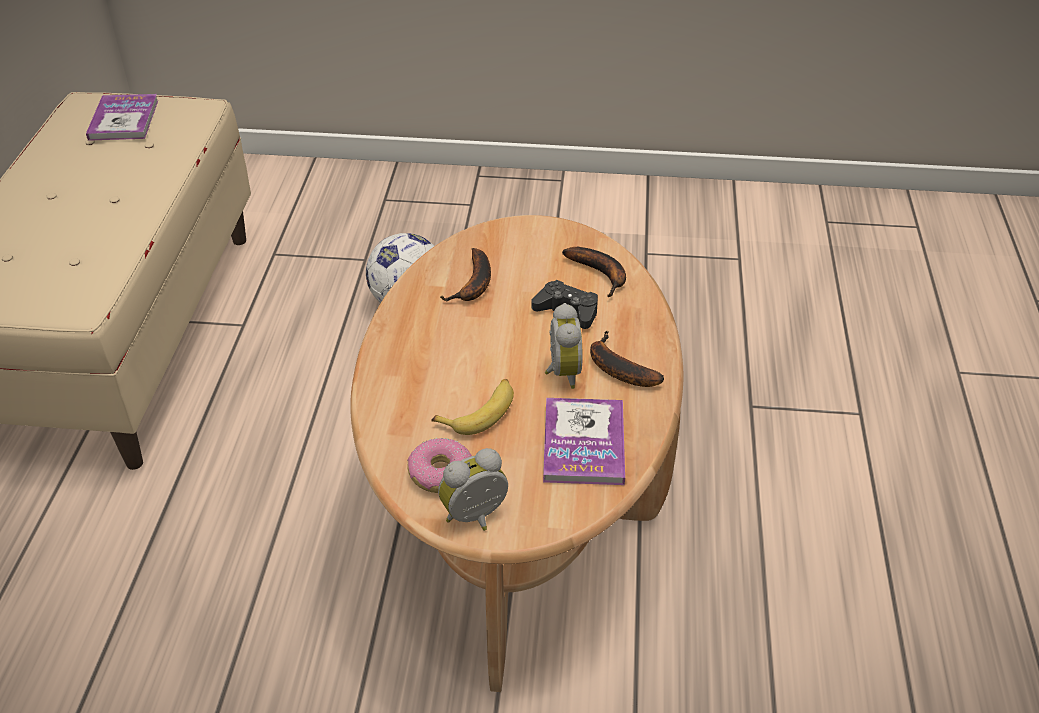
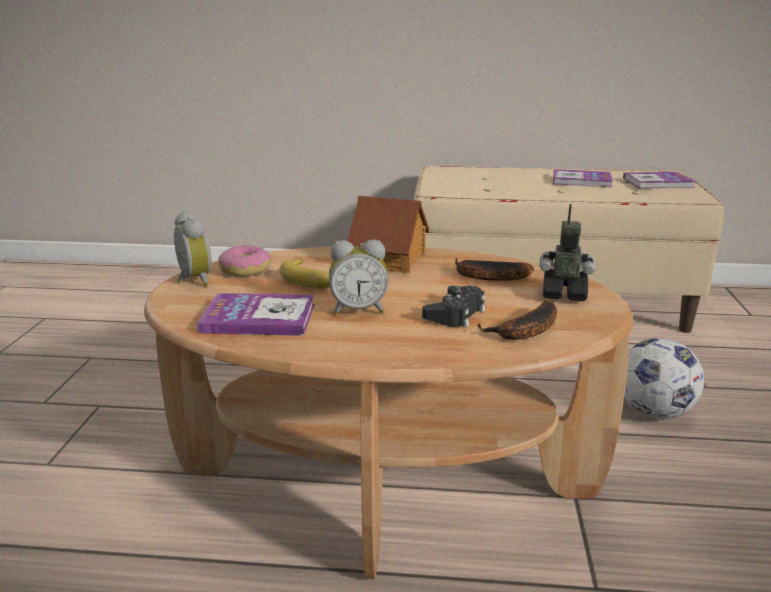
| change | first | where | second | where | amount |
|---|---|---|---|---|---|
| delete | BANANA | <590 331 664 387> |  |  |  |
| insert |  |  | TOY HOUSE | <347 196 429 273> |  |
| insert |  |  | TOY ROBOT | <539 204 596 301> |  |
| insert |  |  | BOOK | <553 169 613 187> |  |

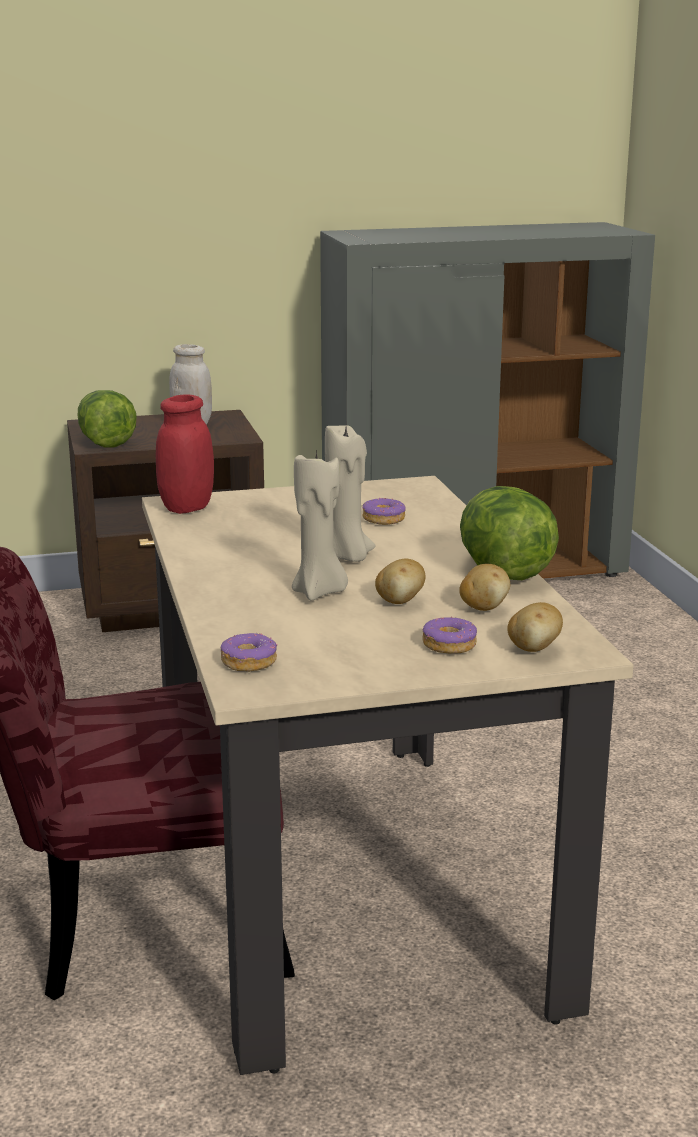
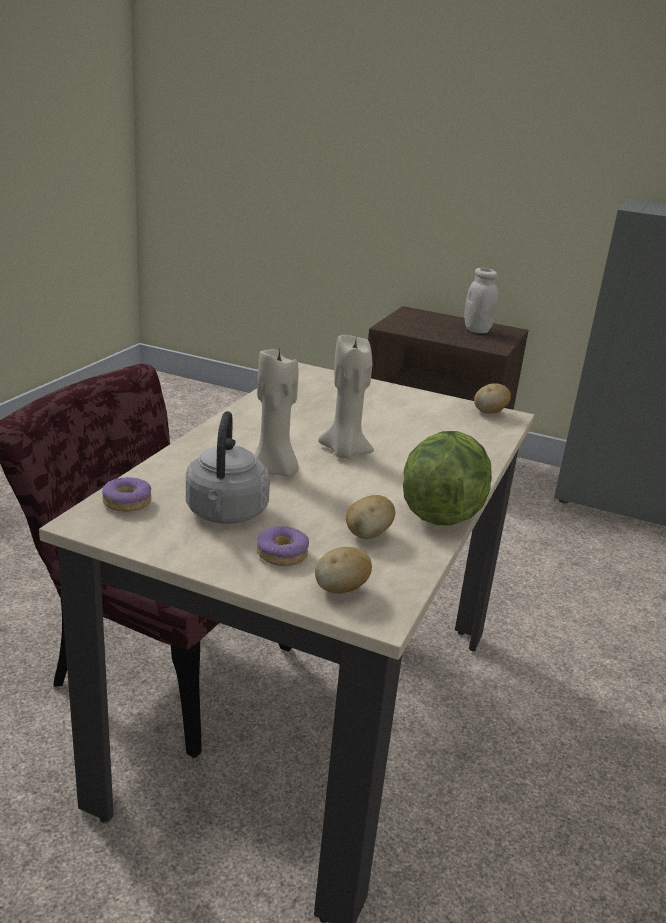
| change | first | where | second | where | amount |
|---|---|---|---|---|---|
| delete | LETTUCE | <78 390 136 448> |  |  |  |
| delete | RED JAR | <156 394 214 514> |  |  |  |
| delete | DONUT | <362 498 406 525> |  |  |  |
| move | POTATO | <375 559 426 604> |  | <474 383 511 414> |  |
| insert |  |  | GREY KETTLE | <186 411 270 524> |  |

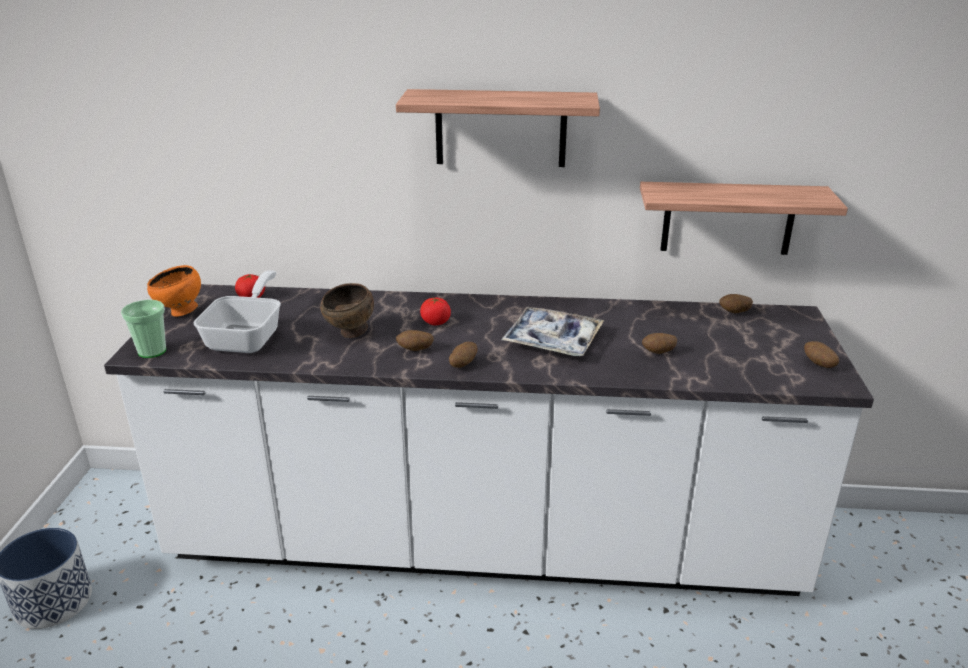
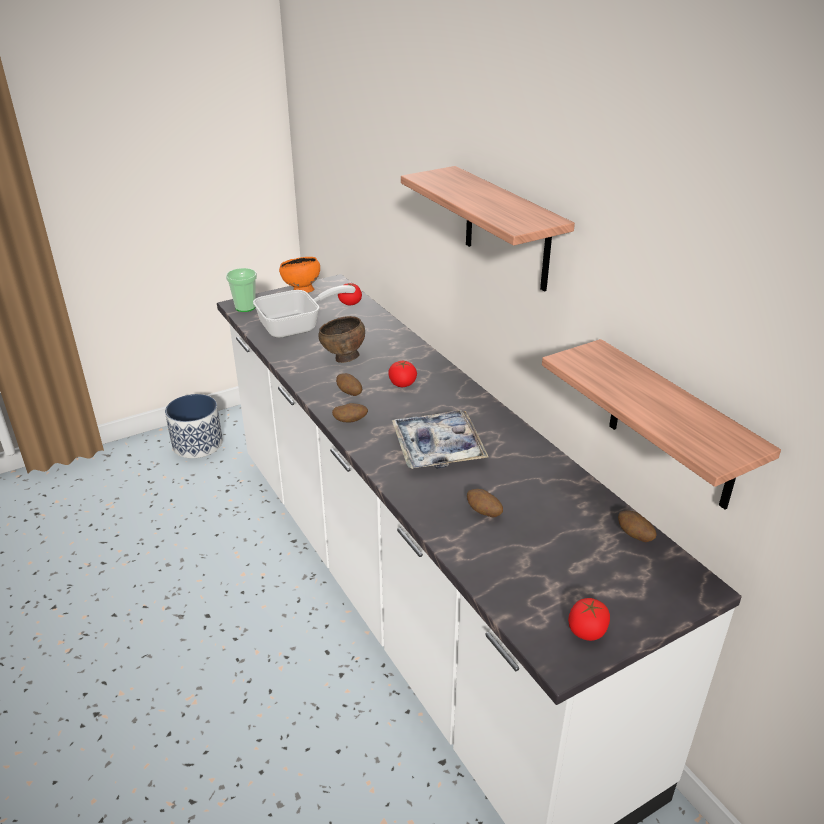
| change | first | where | second | where | amount |
|---|---|---|---|---|---|
| replace | POTATO | <804 341 839 368> | TOMATO | <568 598 610 641> |  |

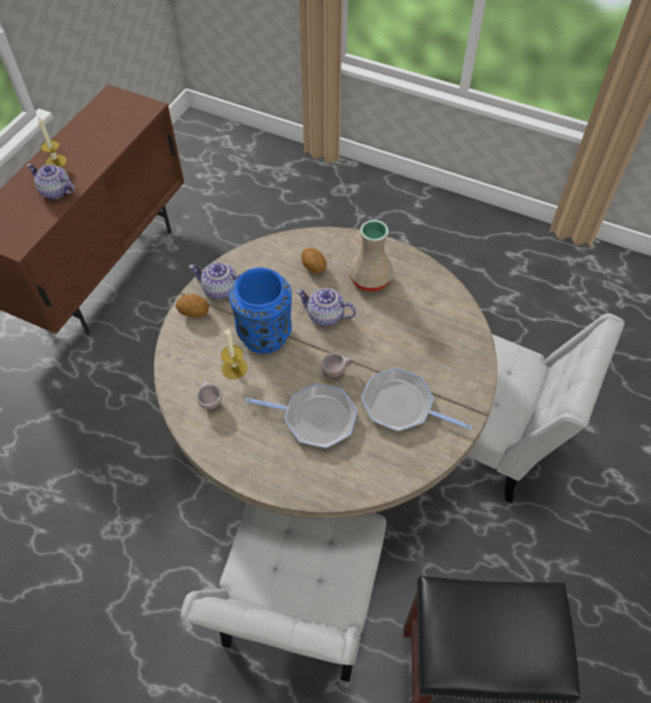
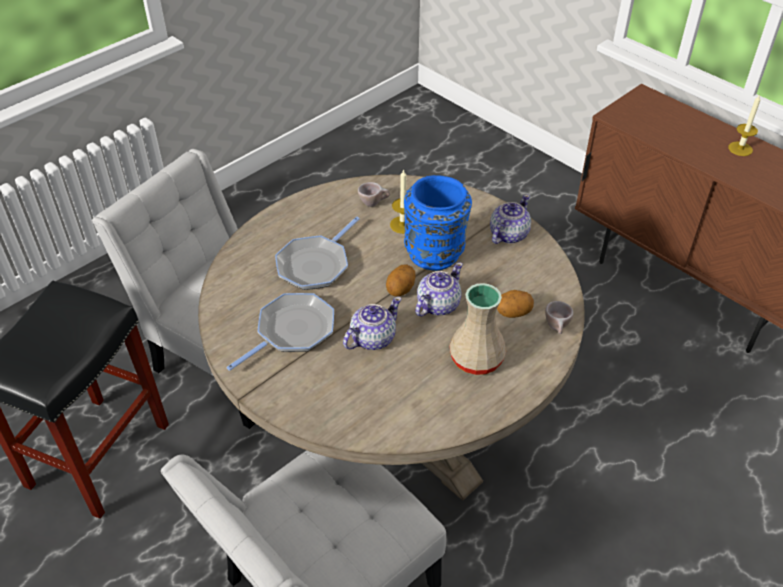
| change | first | where | second | where | amount |
|---|---|---|---|---|---|
| move | TEAPOT | <26 163 75 199> |  | <343 297 401 350> |  |
| move | POTATO | <176 294 209 318> |  | <386 265 415 296> |  |
| move | BEIGE CUP | <321 353 353 377> |  | <545 301 573 334> |  |

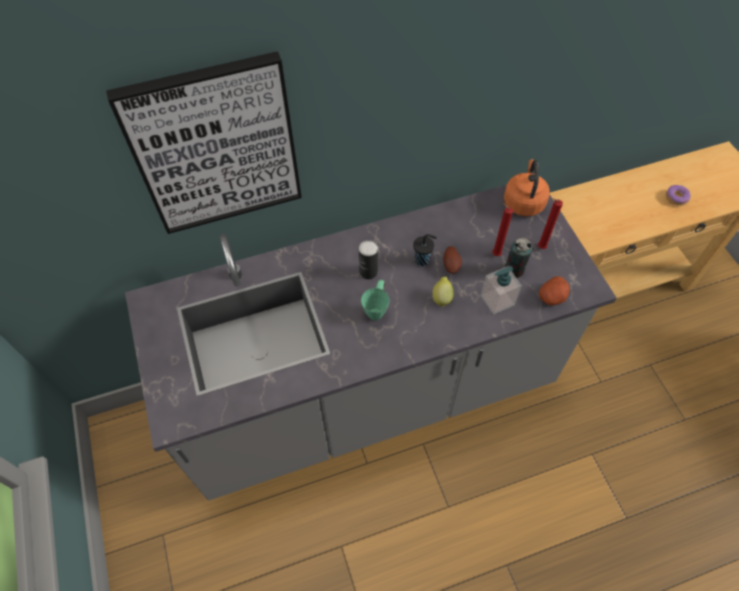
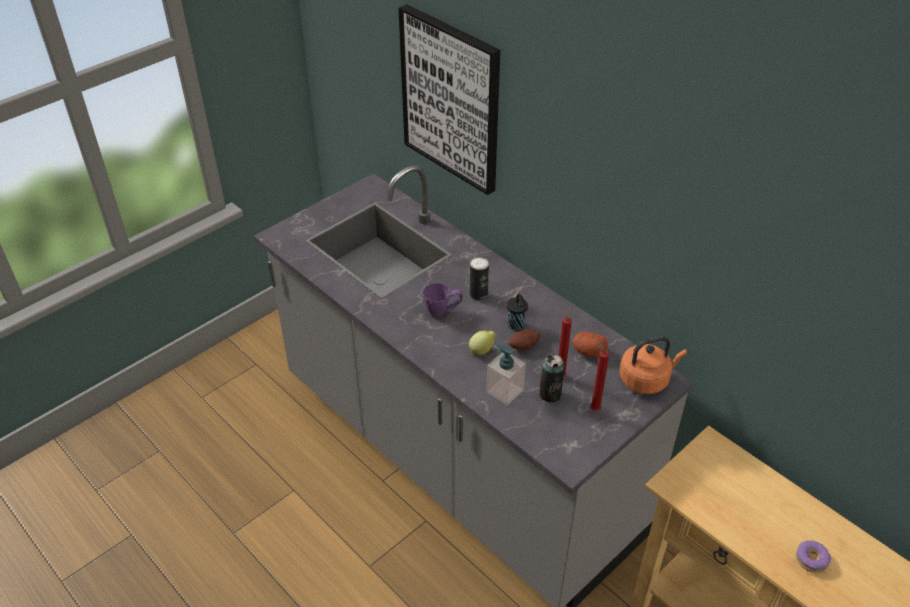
| change | first | where | second | where | amount |
|---|---|---|---|---|---|
| recolor | GREEN MUG | <361 280 389 320> | PURPLE MUG | <423 283 463 317> |  |
| move | POTATO | <539 276 570 305> |  | <573 332 608 357> |  |

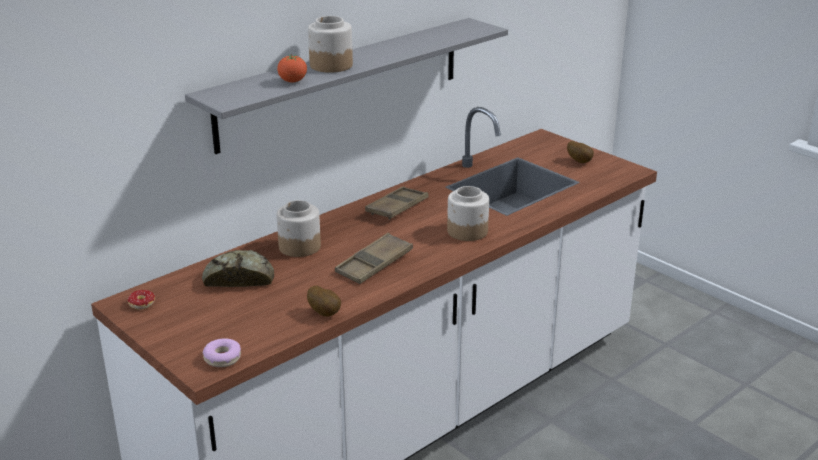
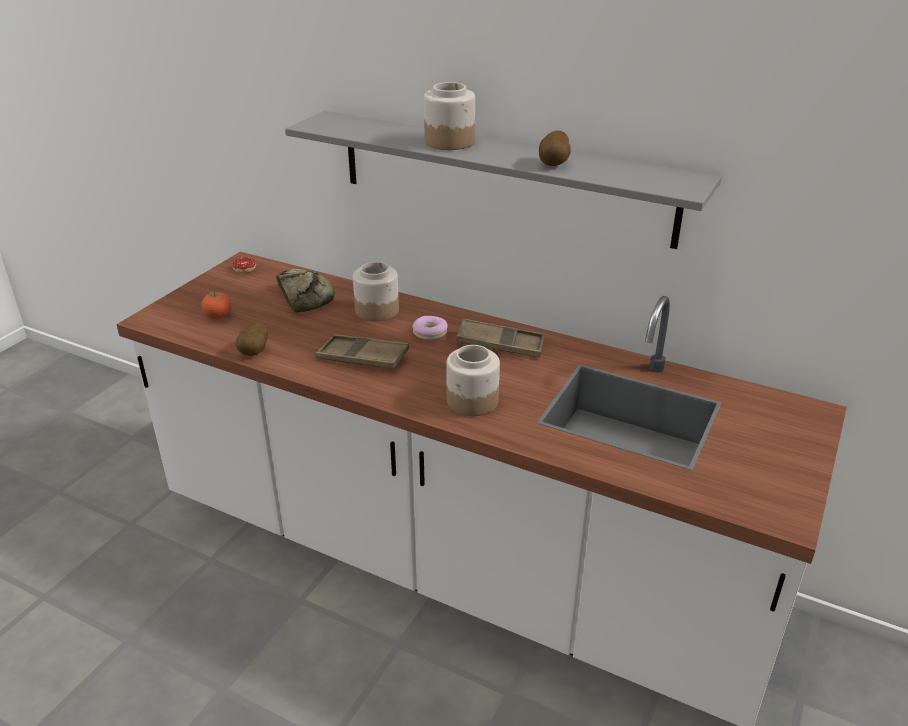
| change | first | where | second | where | amount |
|---|---|---|---|---|---|
| move | DONUT | <203 338 241 367> |  | <413 316 448 340> |  |
| move | TOMATO | <277 54 307 82> |  | <201 292 232 319> |  |
| move | POTATO | <567 141 594 163> |  | <539 130 571 166> |  |

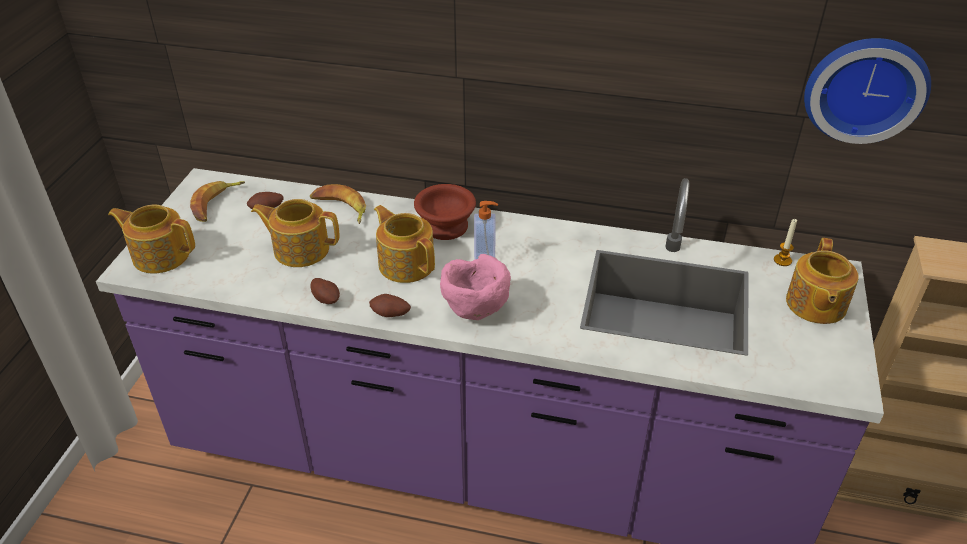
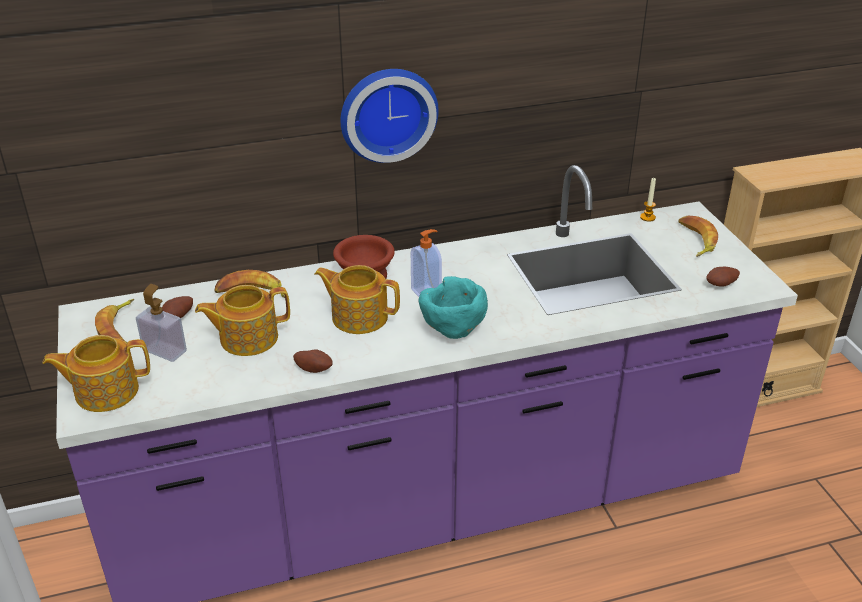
| change | first | where | second | where | amount |
|---|---|---|---|---|---|
| move | POTATO | <369 294 411 317> |  | <706 267 740 287> |  |
| recolor | PINK BOWL | <440 254 511 320> | TURQUOISE BOWL | <418 276 488 339> |  |
| replace | TEAPOT | <786 238 859 324> | BANANA | <679 216 718 257> |  |
| move | WALL CLOCK | <804 38 931 144> |  | <341 69 439 163> |  |
| insert |  |  | SOAP DISPENSER | <136 284 187 362> |  |

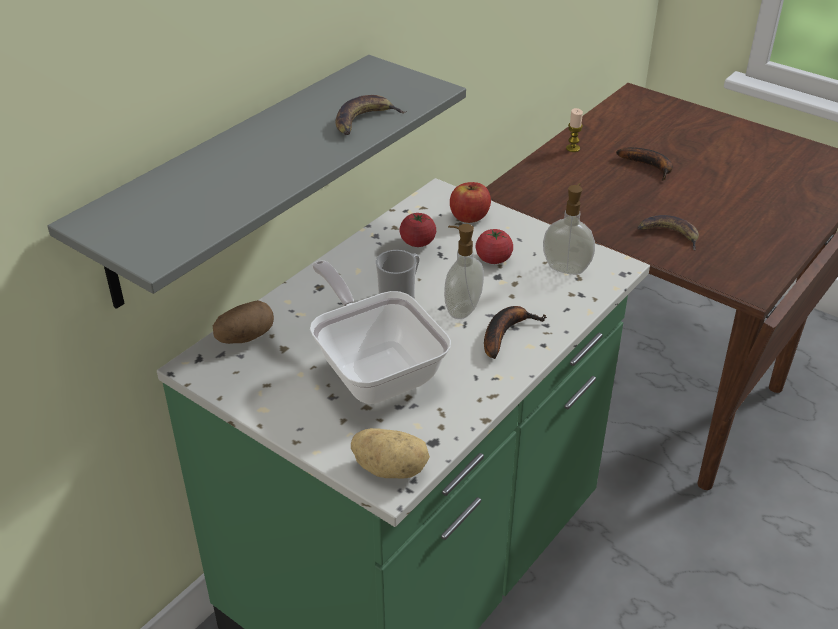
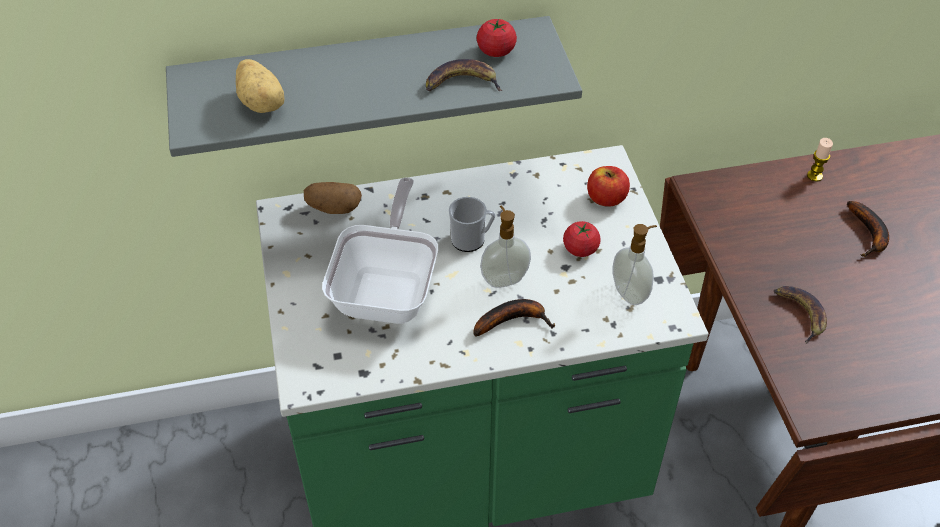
| change | first | where | second | where | amount |
|---|---|---|---|---|---|
| move | POTATO | <351 428 430 479> |  | <236 59 284 113> |  |
| move | TOMATO | <400 213 436 247> |  | <477 19 517 57> |  |

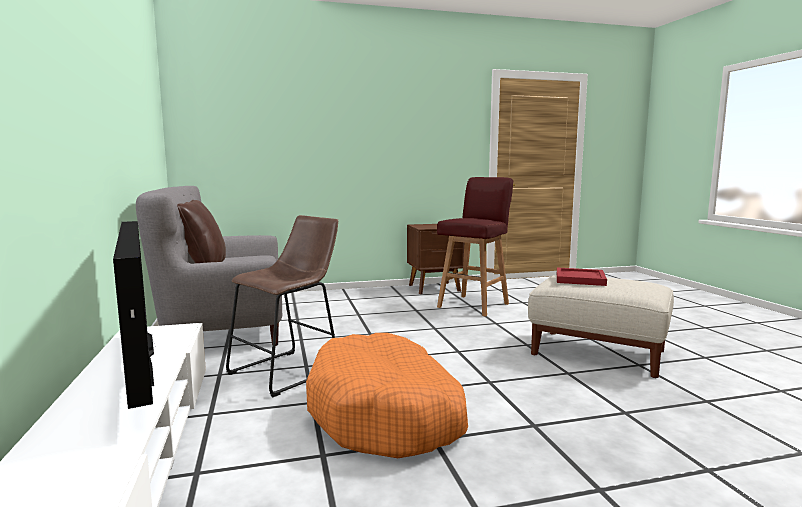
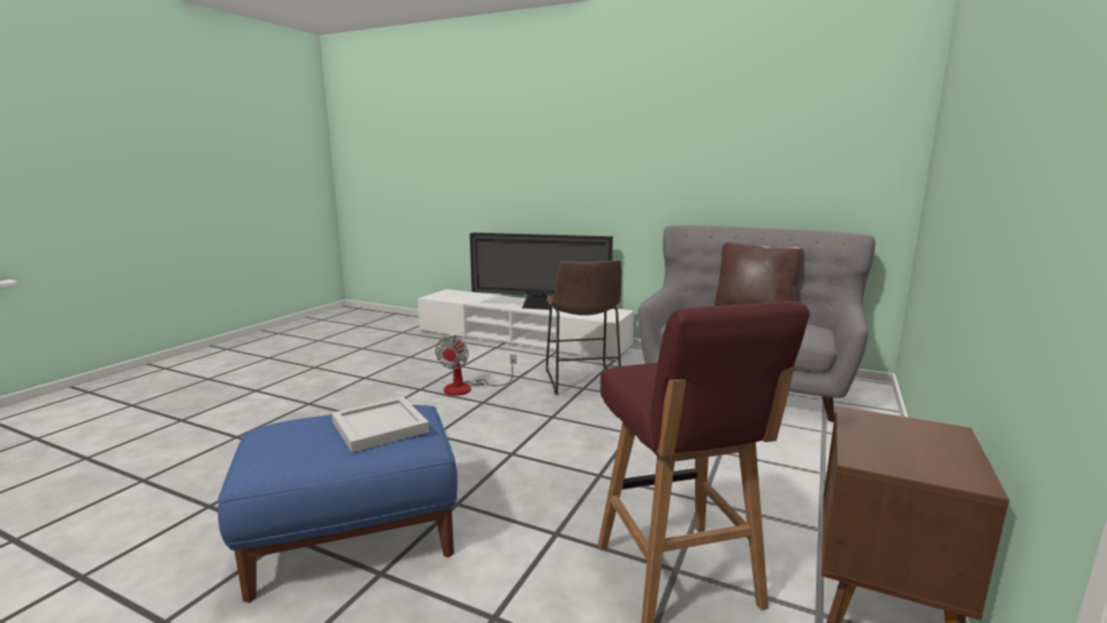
| change | first | where | second | where | amount |
|---|---|---|---|---|---|
| replace | ORANGE DOG BED | <306 333 468 458> | FAN | <435 336 517 396> |  |
| recolor | BEIGE OTTOMAN | <528 275 674 378> | BLUE OTTOMAN | <218 405 458 603> |  |
| recolor | RED TRAY | <557 267 607 286> | WHITE TRAY | <332 397 429 453> |  |

